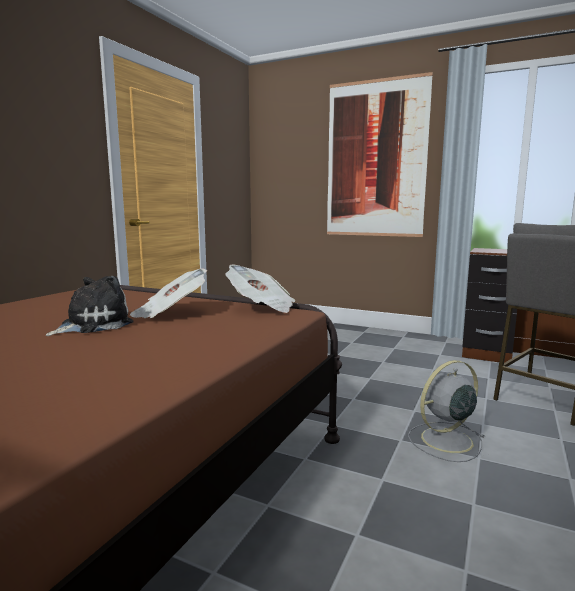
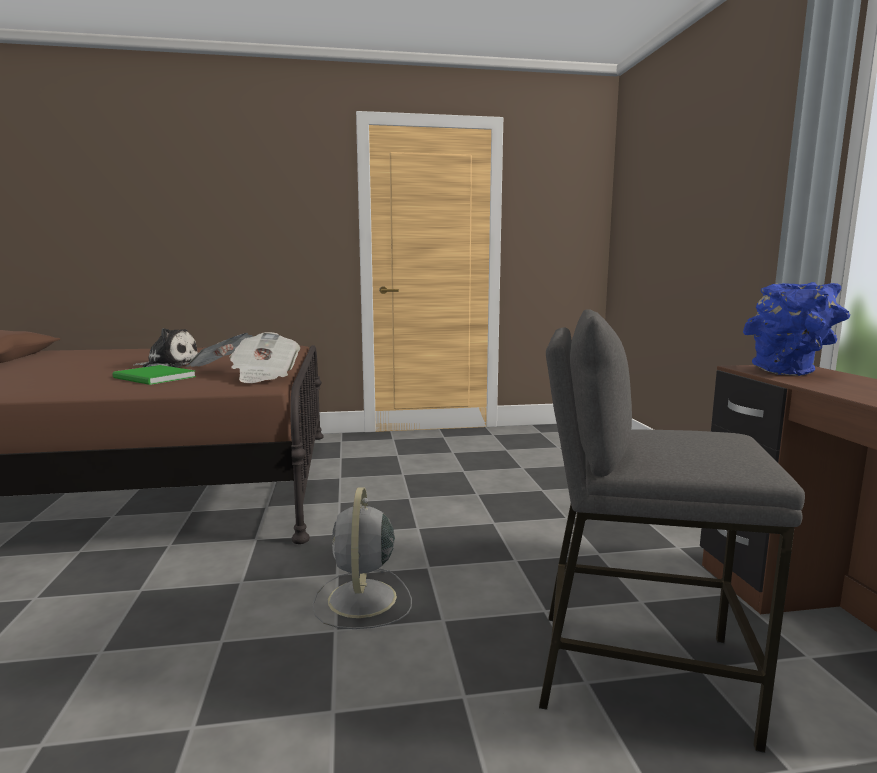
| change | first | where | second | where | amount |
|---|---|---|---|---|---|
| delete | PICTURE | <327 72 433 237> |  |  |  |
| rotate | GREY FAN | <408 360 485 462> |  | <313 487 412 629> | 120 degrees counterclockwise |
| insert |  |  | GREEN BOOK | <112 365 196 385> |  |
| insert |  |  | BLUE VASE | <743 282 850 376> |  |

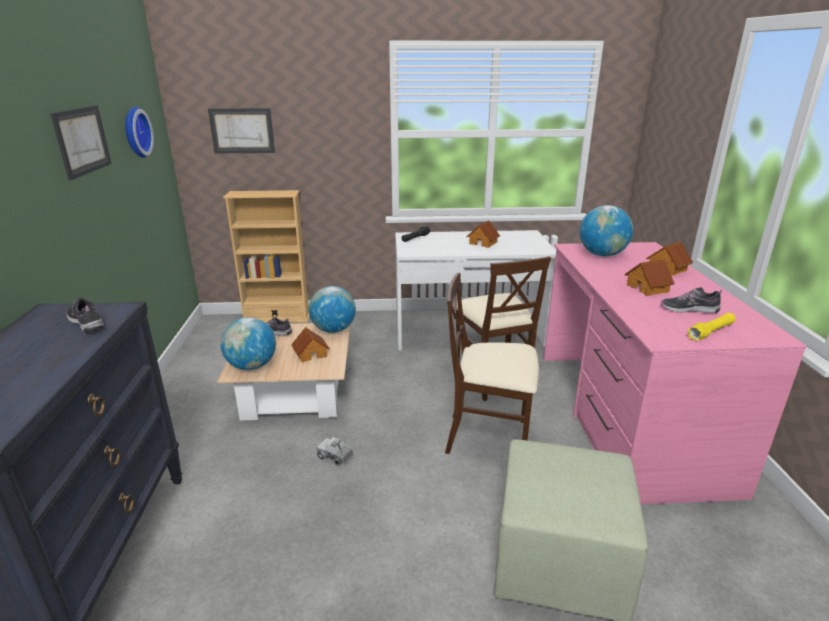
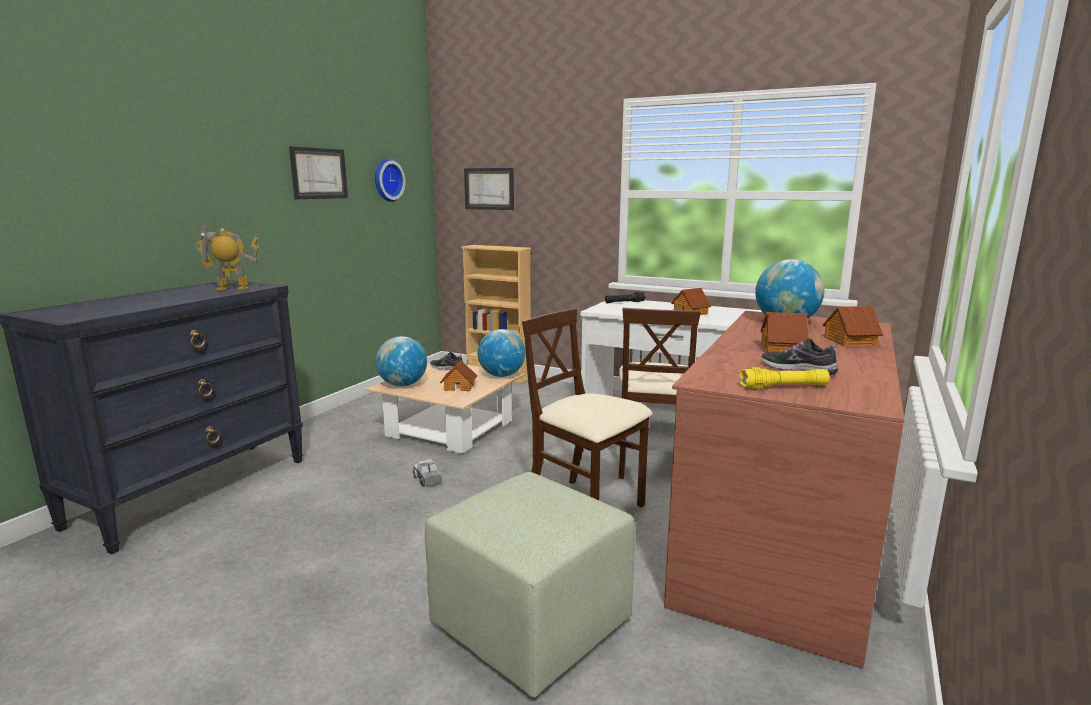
| change | first | where | second | where | amount |
|---|---|---|---|---|---|
| replace | SHOE | <67 298 104 333> | TOY ROBOT | <195 224 259 290> |  |
| recolor | PINK DESK | <544 242 807 504> | BROWN DESK | <664 311 904 668> |  |

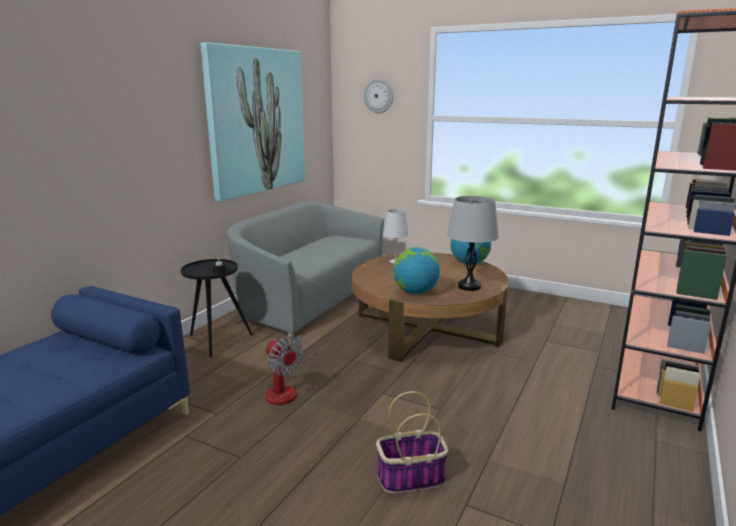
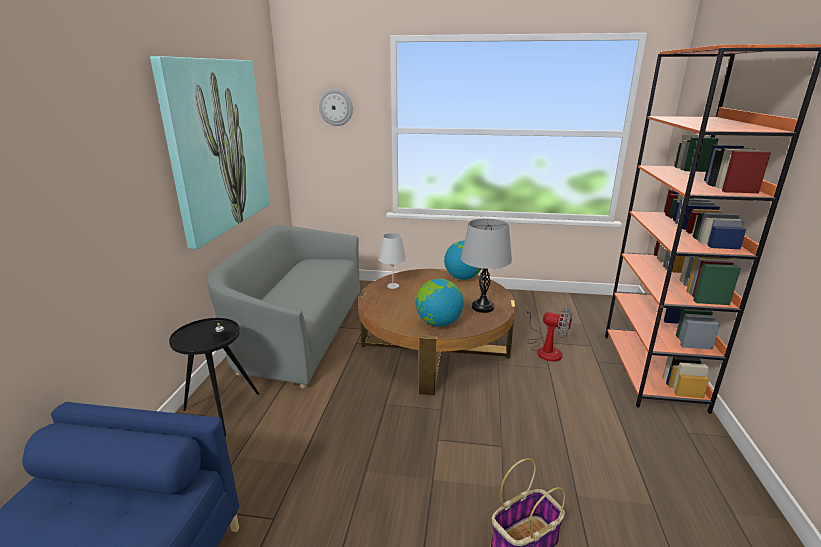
| change | first | where | second | where | amount |
|---|---|---|---|---|---|
| move | FAN | <265 335 306 405> |  | <525 306 572 362> |  |

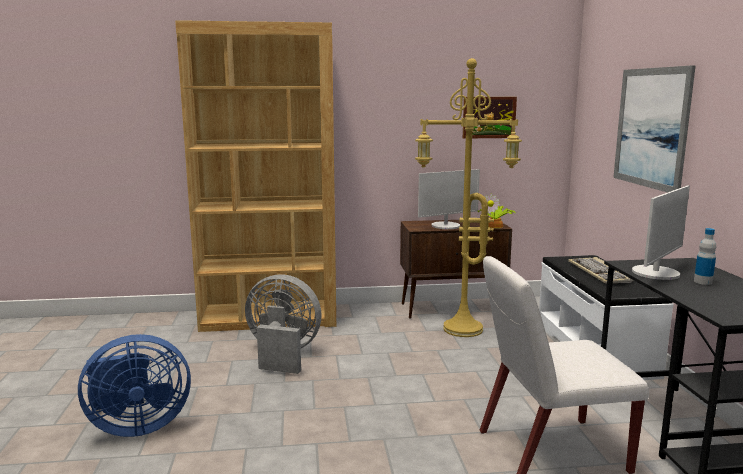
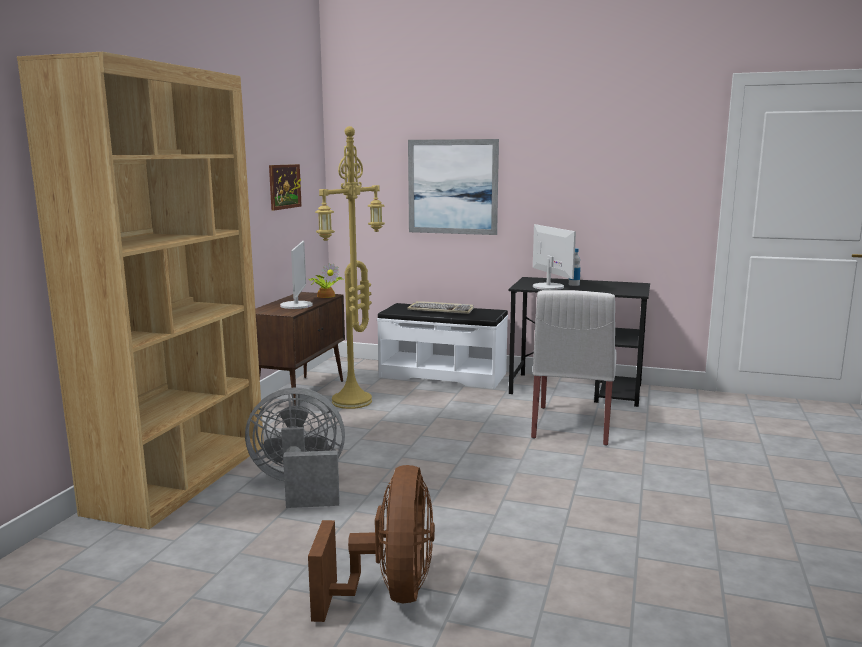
| change | first | where | second | where | amount |
|---|---|---|---|---|---|
| recolor | BLUE FAN | <78 334 191 437> | BROWN FAN | <308 465 435 622> |  |
| rotate | GREY FAN | <245 275 322 374> |  | <245 387 345 508> | 45 degrees clockwise |

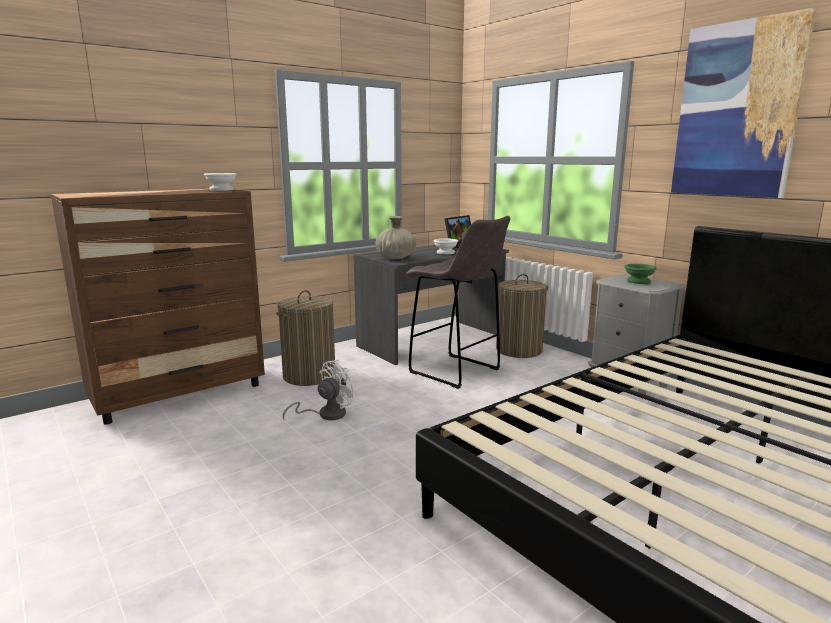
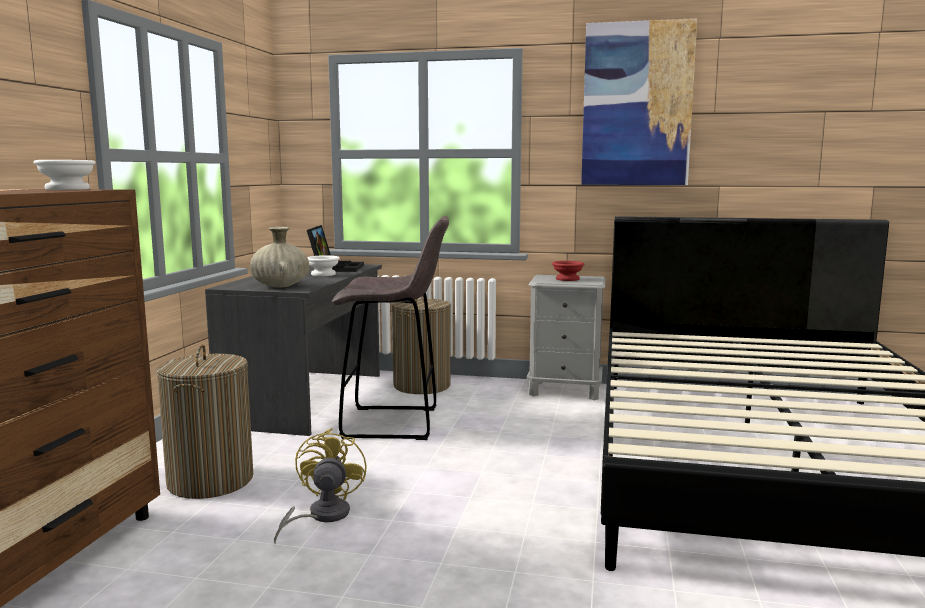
| change | first | where | second | where | amount |
|---|---|---|---|---|---|
| recolor | WHITE FAN | <283 359 357 420> | YELLOW FAN | <274 428 366 543> |  |
| recolor | GREEN BOWL | <624 264 657 284> | RED BOWL | <552 261 584 281> |  |

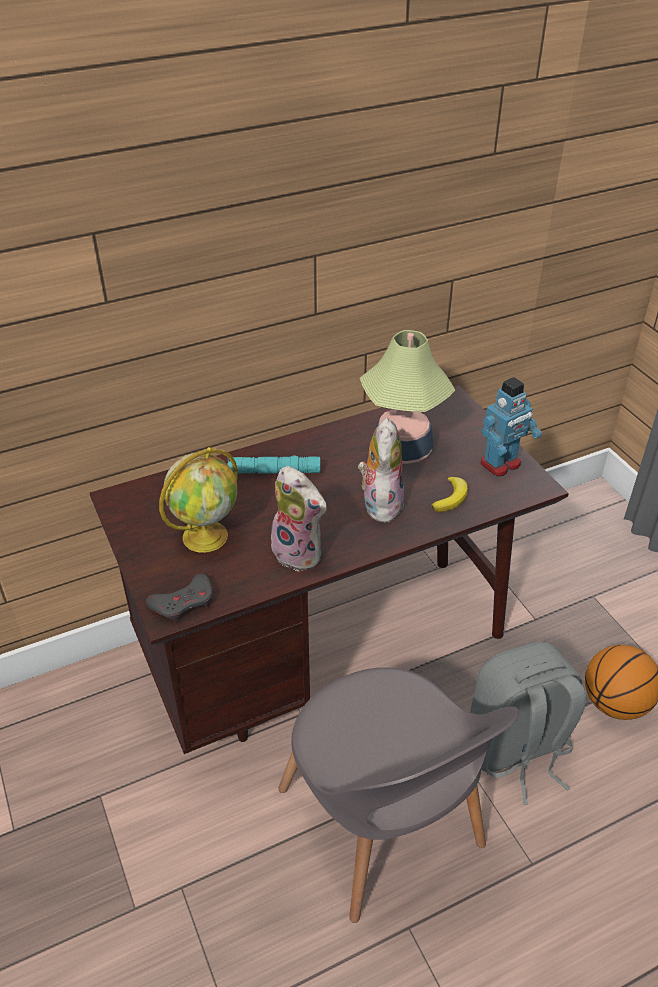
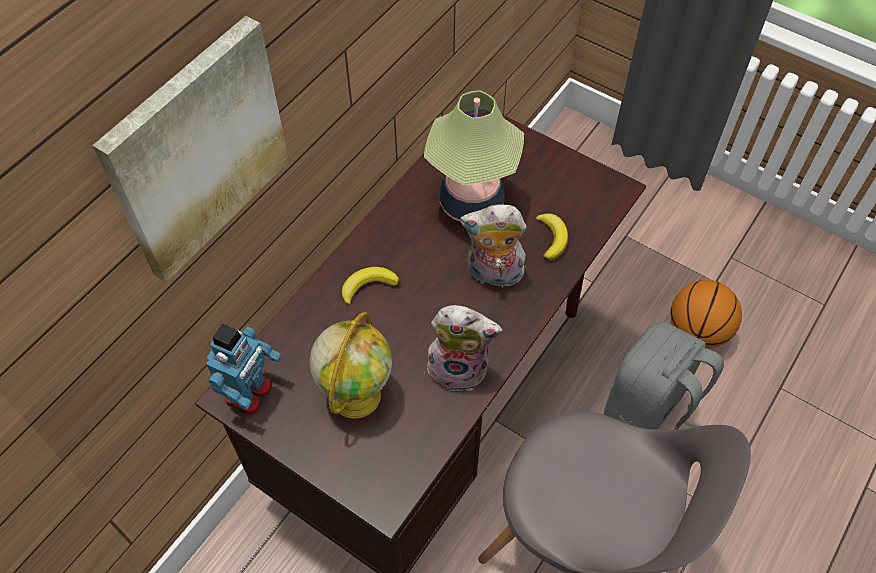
| change | first | where | second | where | amount |
|---|---|---|---|---|---|
| delete | GREY GAME CONTROLLER | <146 573 213 622> |  |  |  |
| replace | TURQUOISE FLASHLIGHT | <227 455 320 474> | BANANA | <342 267 399 306> |  |
| rotate | PLUSH TOY | <358 418 404 523> |  | <460 204 527 287> | 60 degrees counterclockwise |
| move | TOY ROBOT | <480 377 542 477> |  | <206 323 282 415> |  |
| insert |  |  | PICTURE | <93 16 289 283> |  |

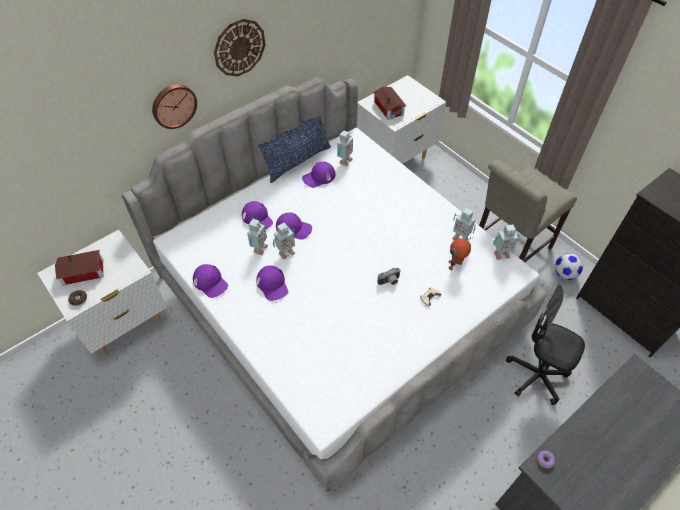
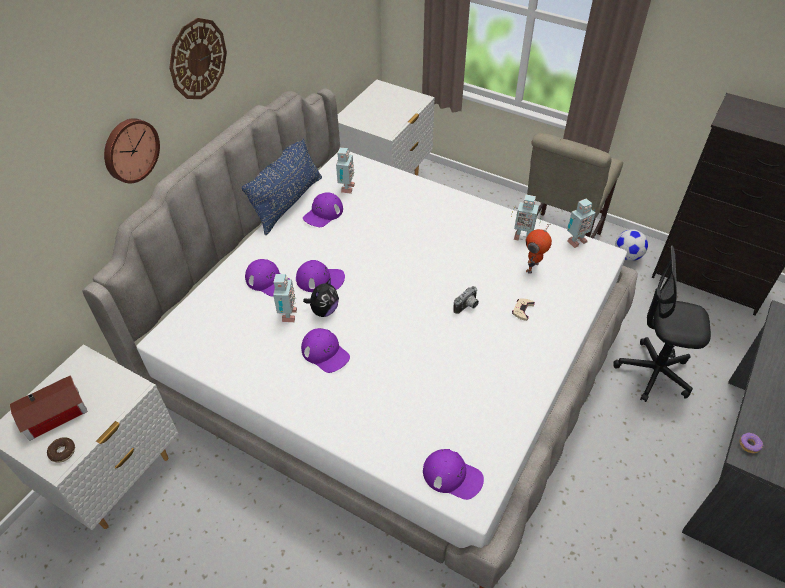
| change | first | where | second | where | amount |
|---|---|---|---|---|---|
| move | PURPLE CAP | <193 264 228 298> |  | <423 449 484 500> |  |
| replace | TOY ROBOT | <273 223 295 259> | PLUSH TOY | <303 278 339 317> |  |
| delete | TOY HOUSE | <373 86 406 120> |  |  |  |

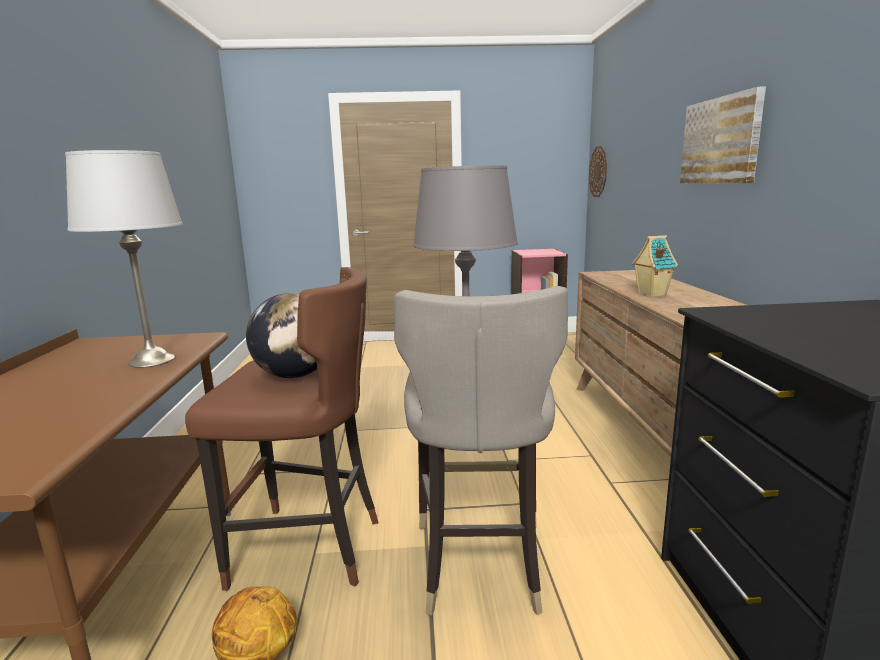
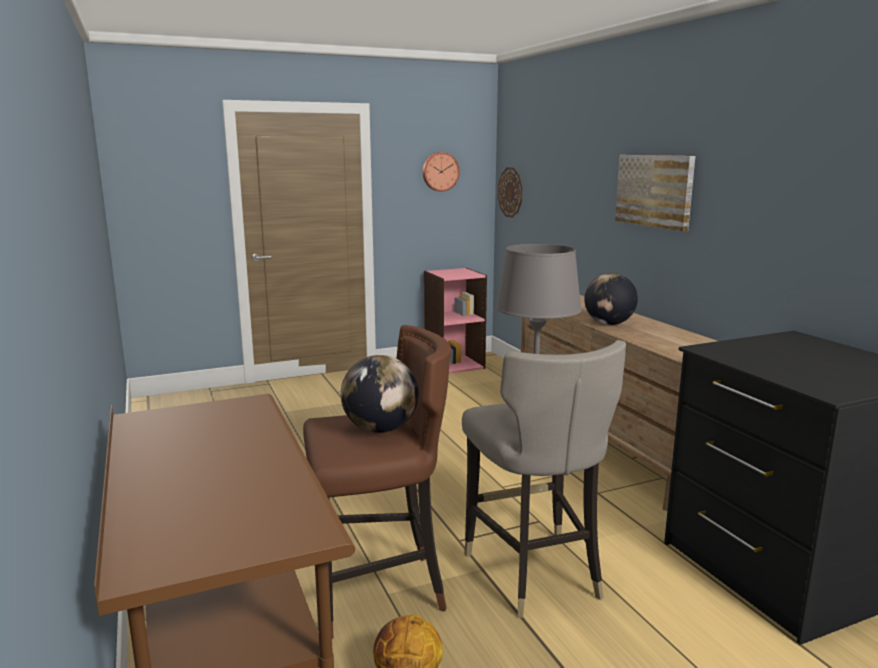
| change | first | where | second | where | amount |
|---|---|---|---|---|---|
| delete | GREY TABLE LAMP | <65 150 183 368> |  |  |  |
| replace | TOY HOUSE | <632 235 678 297> | GLOBE | <584 273 638 325> |  |
| insert |  |  | WALL CLOCK | <423 152 460 192> |  |

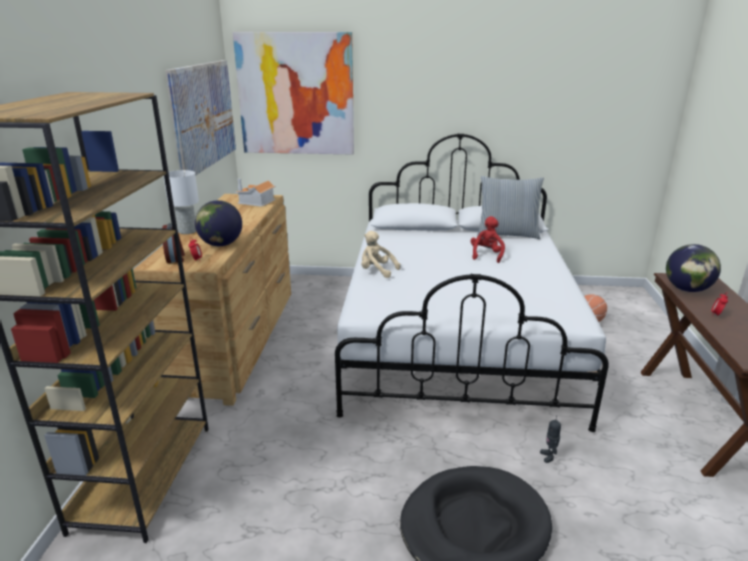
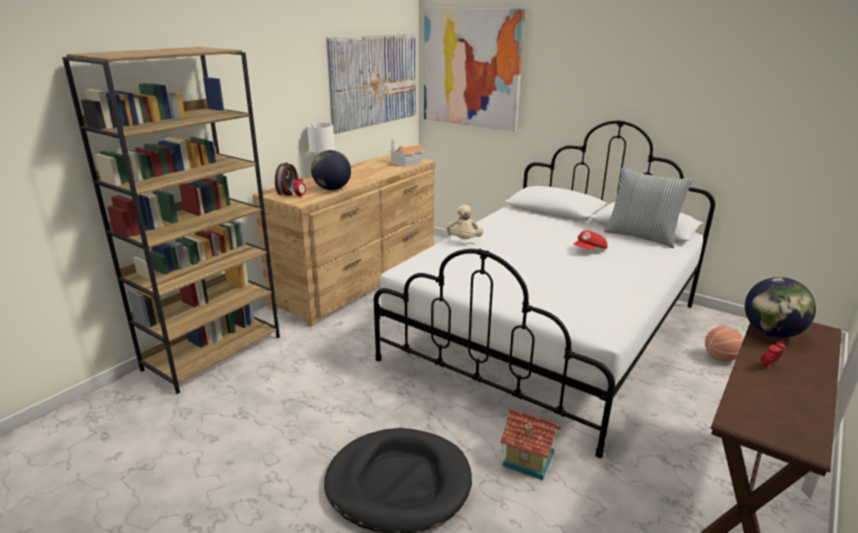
| change | first | where | second | where | amount |
|---|---|---|---|---|---|
| rotate | BEIGE PLUSH TOY | <361 231 401 278> |  | <446 205 484 239> | 150 degrees counterclockwise |
| replace | RED PLUSH TOY | <471 216 505 263> | RED CAP | <574 231 608 250> |  |
| replace | TOY ROBOT | <540 416 561 463> | TOY HOUSE | <500 409 561 480> |  |

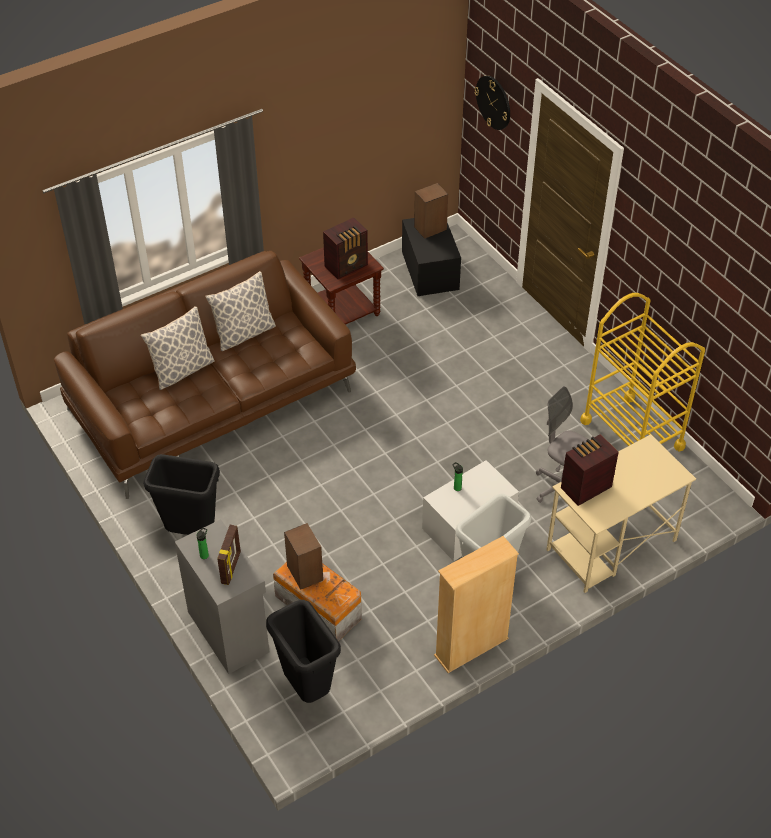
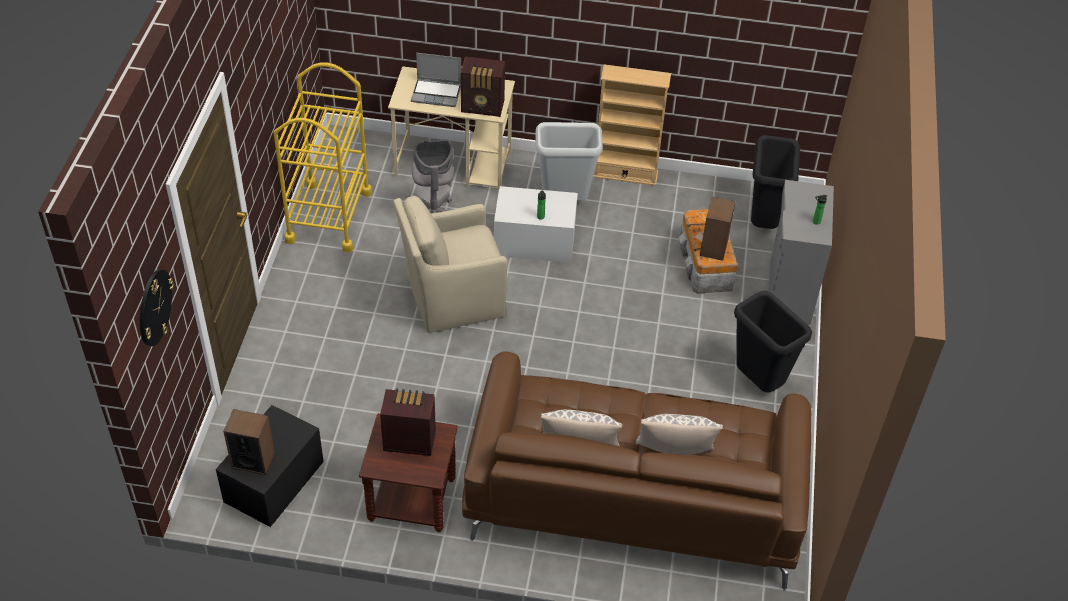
| change | first | where | second | where | amount |
|---|---|---|---|---|---|
| delete | PICTURE FRAME | <217 525 241 585> |  |  |  |
| insert |  |  | BEIGE ARMCHAIR | <393 196 508 333> |  |
| insert |  |  | LAPTOP | <411 53 461 107> |  |

